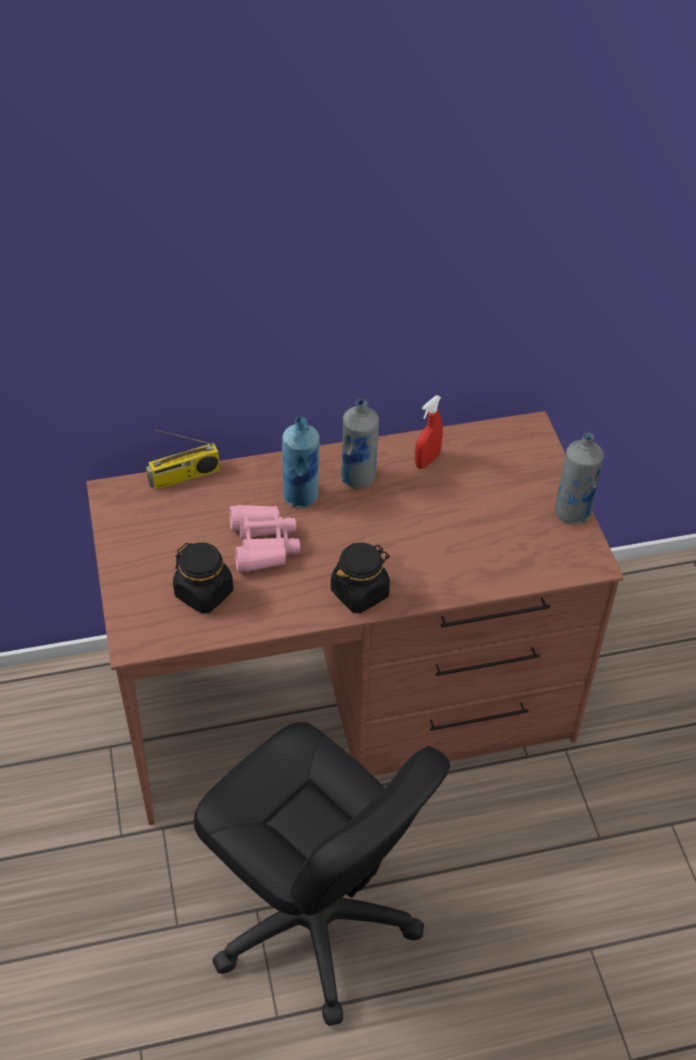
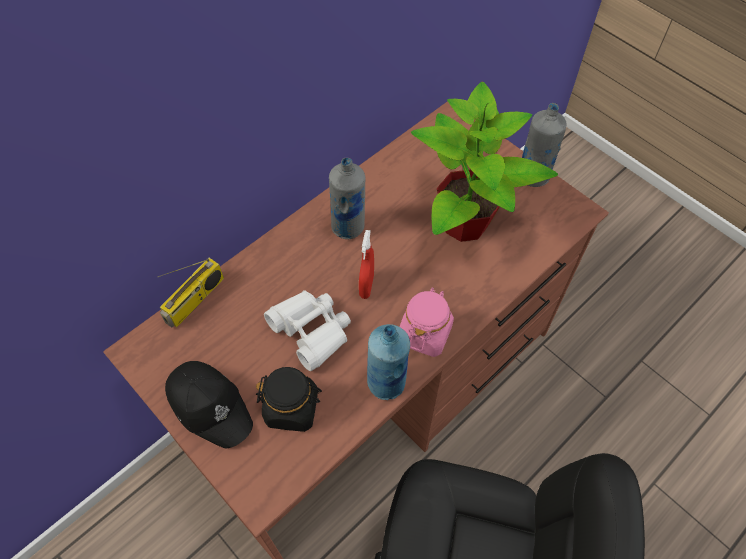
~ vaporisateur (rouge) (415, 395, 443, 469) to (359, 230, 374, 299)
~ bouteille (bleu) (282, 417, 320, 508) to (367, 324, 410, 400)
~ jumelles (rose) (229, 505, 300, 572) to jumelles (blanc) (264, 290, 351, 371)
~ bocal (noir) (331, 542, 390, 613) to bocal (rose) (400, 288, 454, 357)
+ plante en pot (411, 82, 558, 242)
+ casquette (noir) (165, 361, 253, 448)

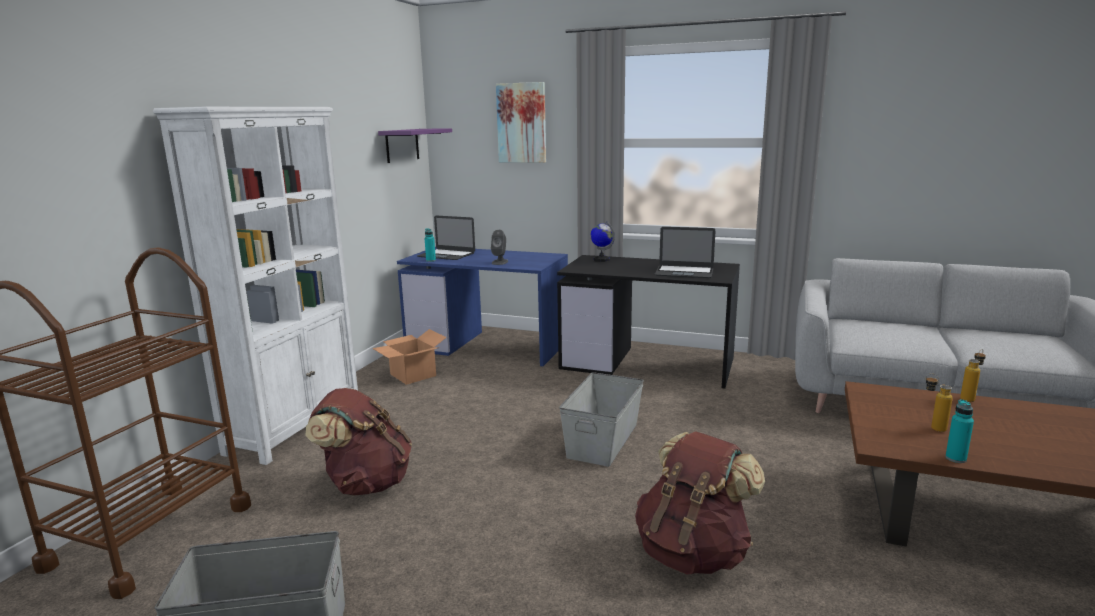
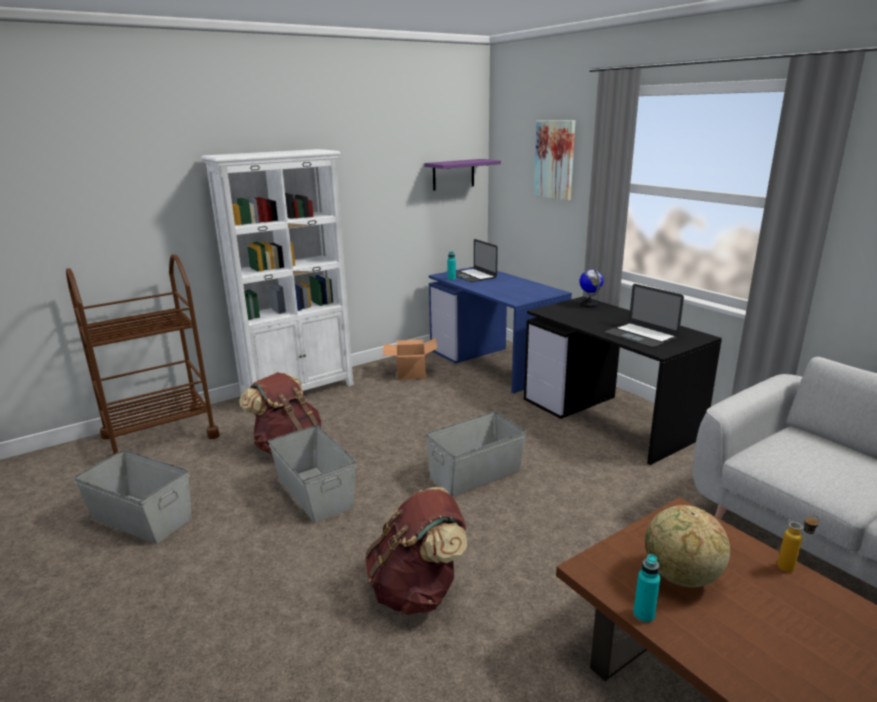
- enceinte (gris) (491, 230, 508, 265)
~ bouteille (925, 373, 953, 432) to globe (645, 505, 730, 587)
+ boîte de rangement (gris) (268, 425, 356, 523)

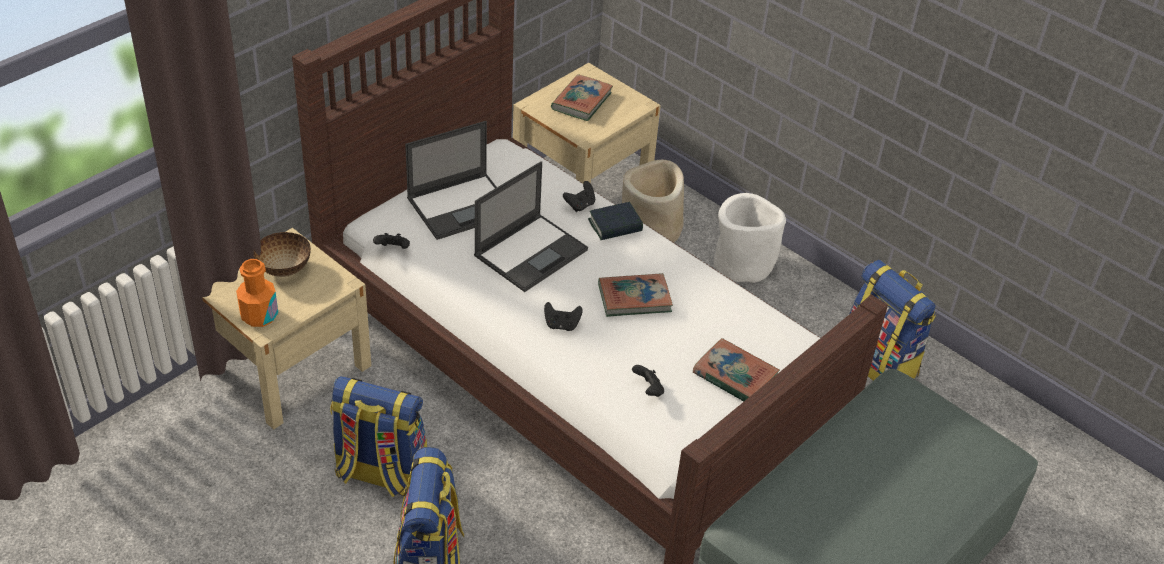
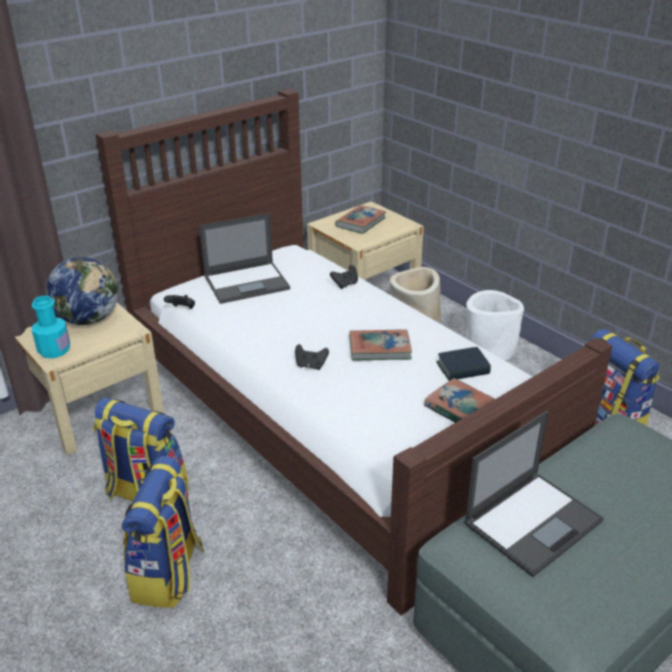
~ ordinateur portable (474, 161, 588, 292) to (464, 411, 604, 577)
~ livre (588, 202, 643, 240) to (437, 347, 491, 381)
~ bol (253, 232, 311, 277) to globe (46, 257, 118, 325)
~ bouteille (orange) (236, 259, 278, 327) to bouteille (turquoise) (32, 296, 70, 358)
- manette (noir) (632, 365, 664, 397)

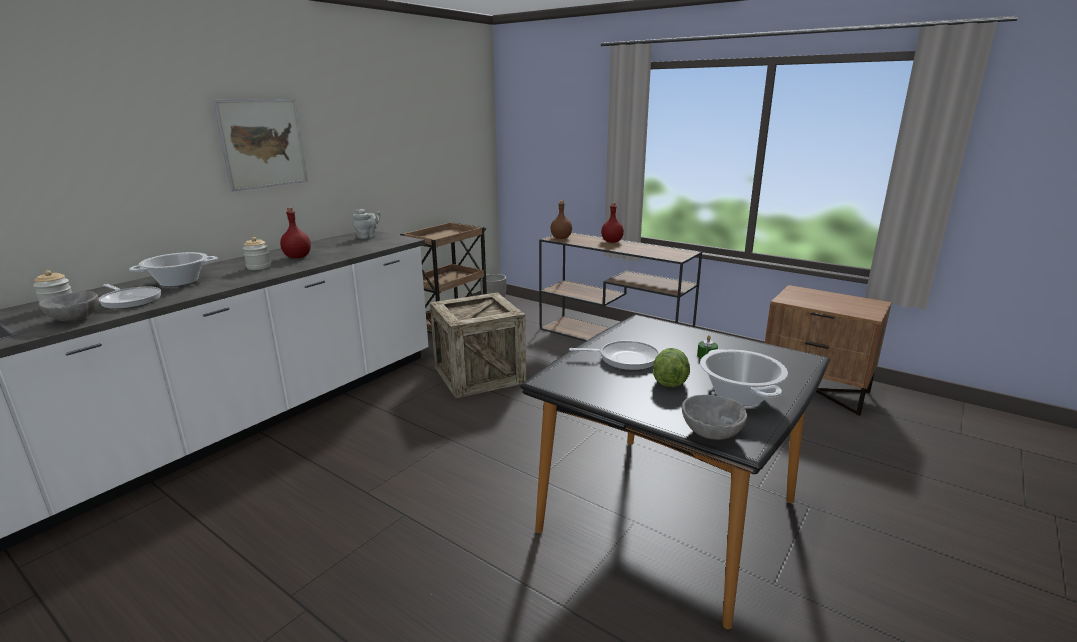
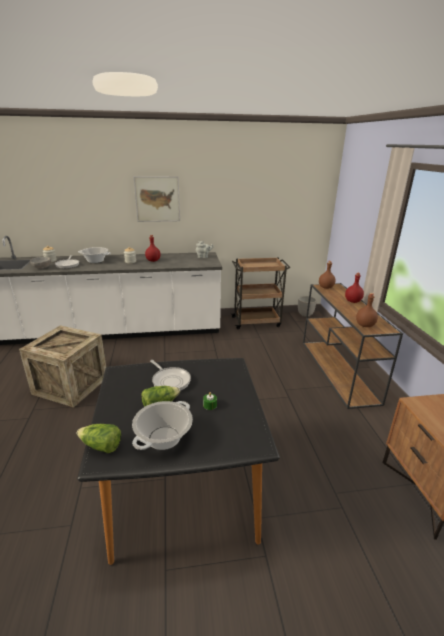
~ caisse (430, 292, 526, 398) to (19, 325, 106, 407)
~ bol (gris) (682, 395, 747, 440) to laitue (77, 424, 121, 453)
+ bouteille (marron) (356, 293, 378, 327)

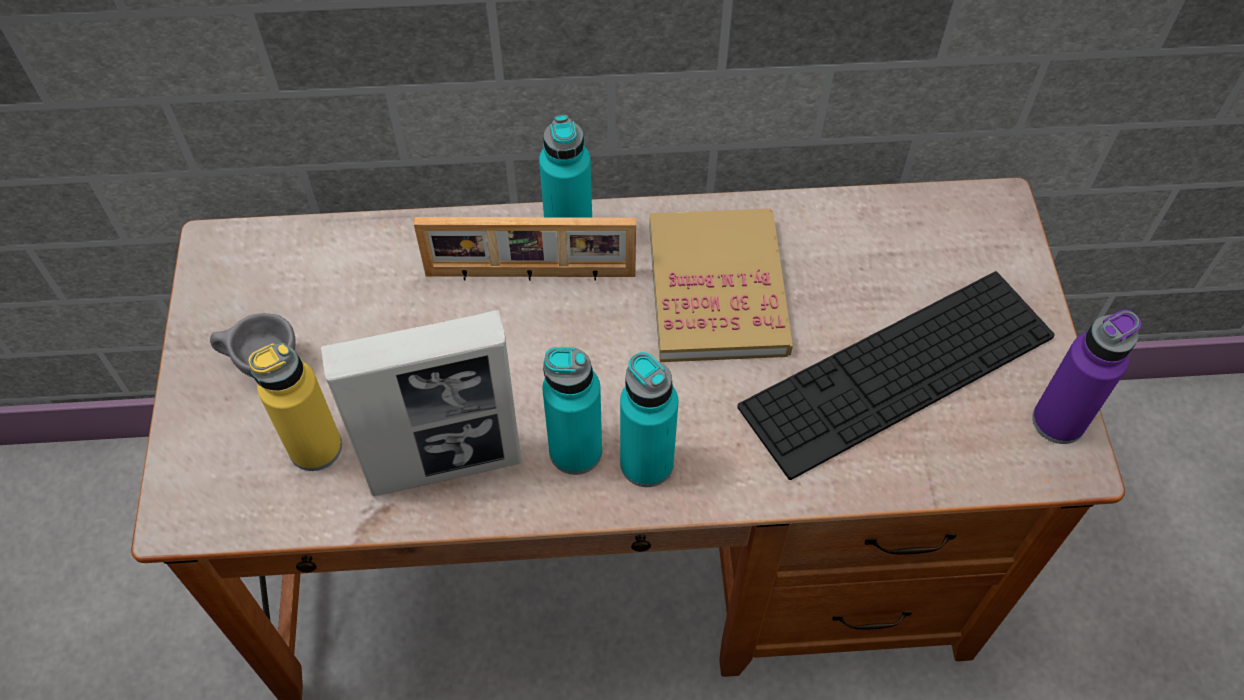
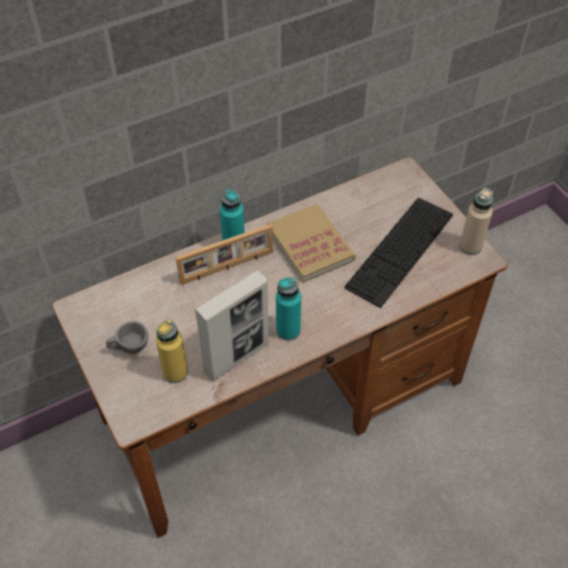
~ bouteille (violet) (1032, 310, 1141, 444) to bouteille (beige) (459, 188, 493, 255)
- bouteille (turquoise) (620, 352, 678, 487)

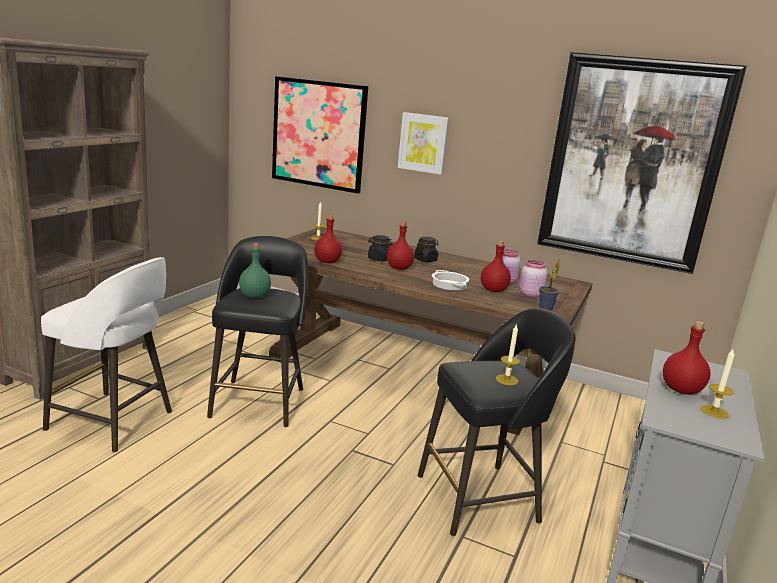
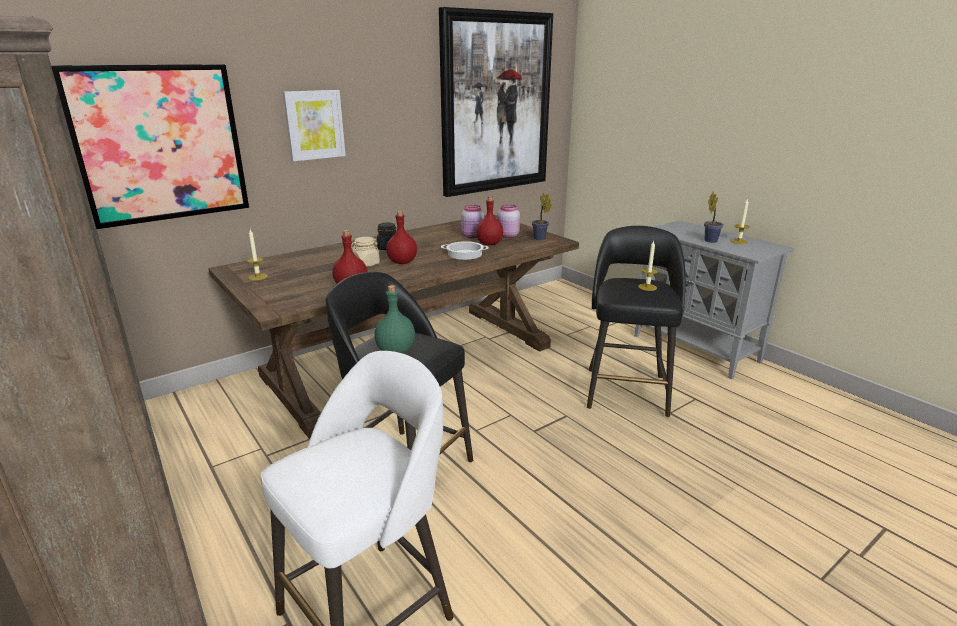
~ bocal (noir) (368, 235, 393, 261) to bocal (beige) (351, 237, 380, 267)
~ bouteille (rouge) (663, 321, 711, 394) to plante en pot (704, 192, 724, 243)

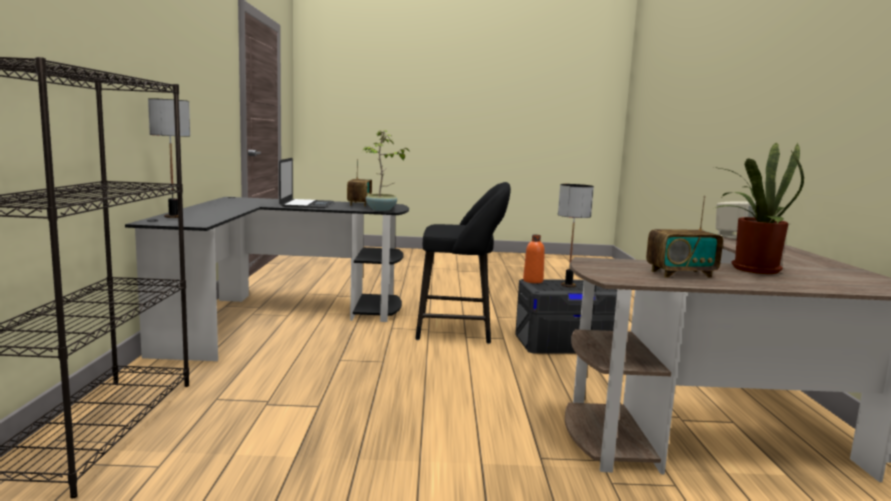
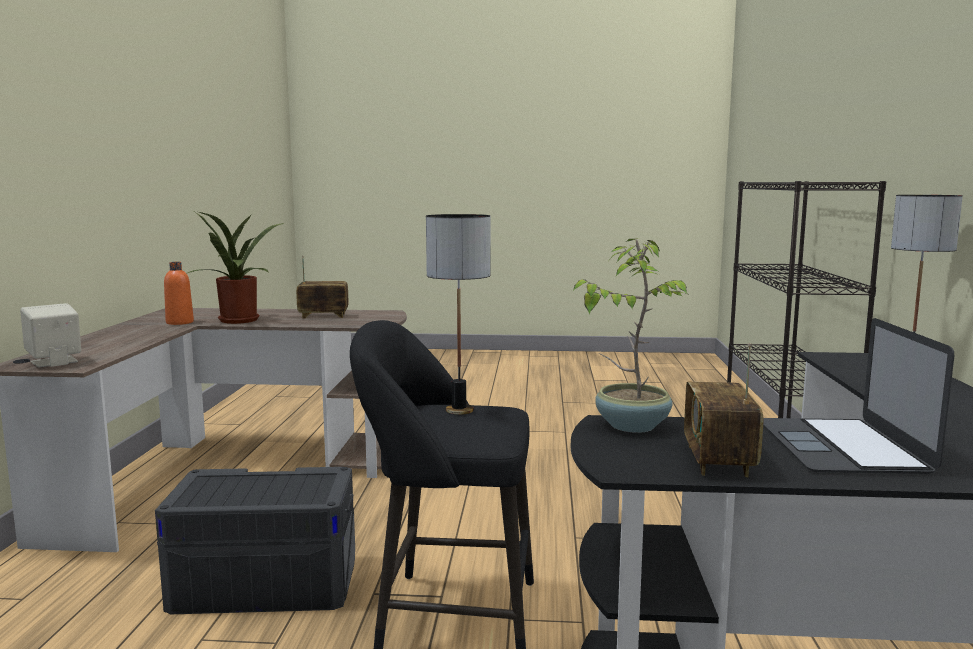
~ lampe de table (558, 184, 594, 287) to (426, 214, 491, 415)
~ bouteille (orange) (523, 235, 545, 283) to (164, 262, 194, 325)

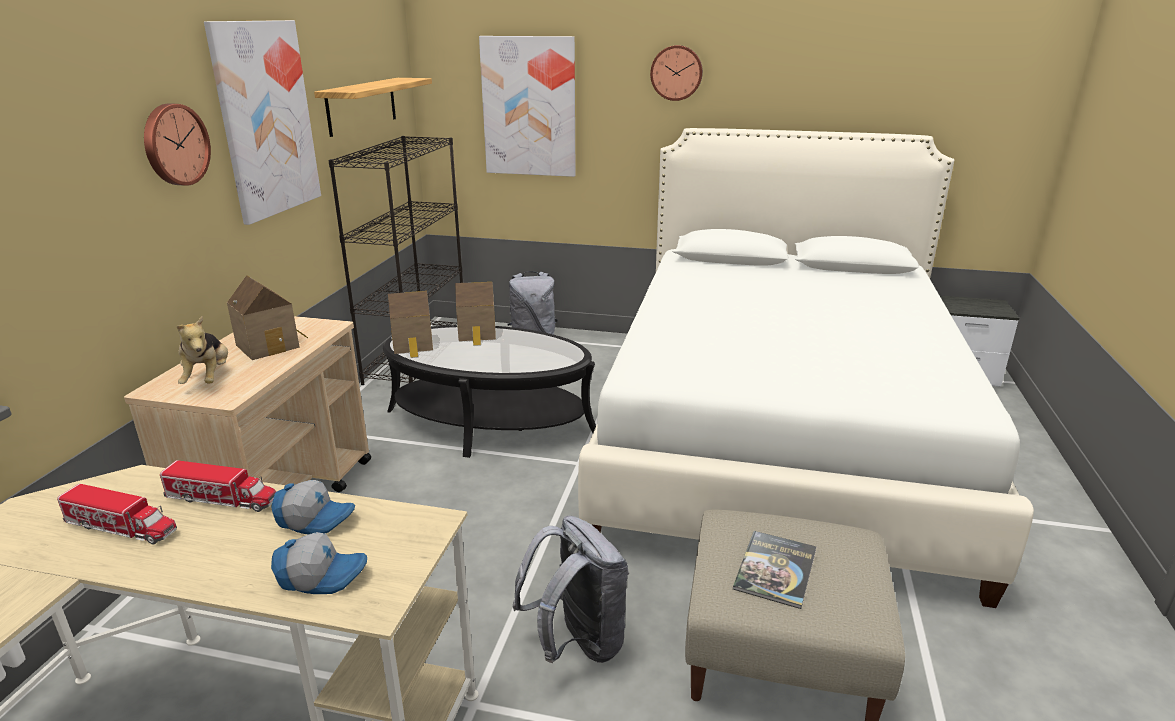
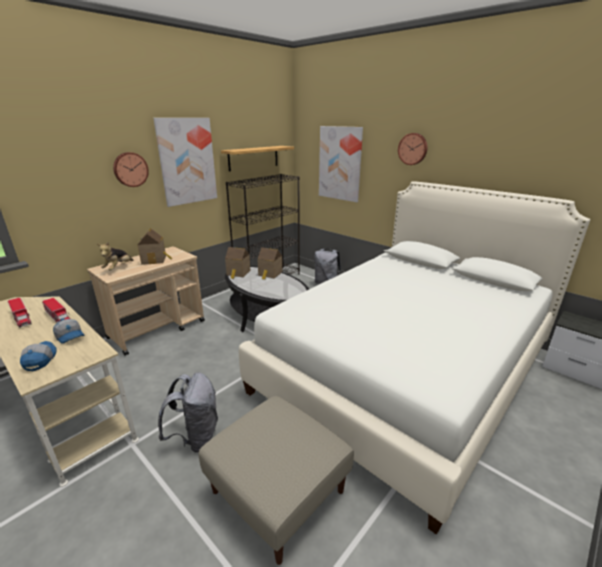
- livre (733, 531, 816, 609)
~ casquette (271, 532, 367, 594) = (20, 341, 57, 371) 135 degrees counterclockwise

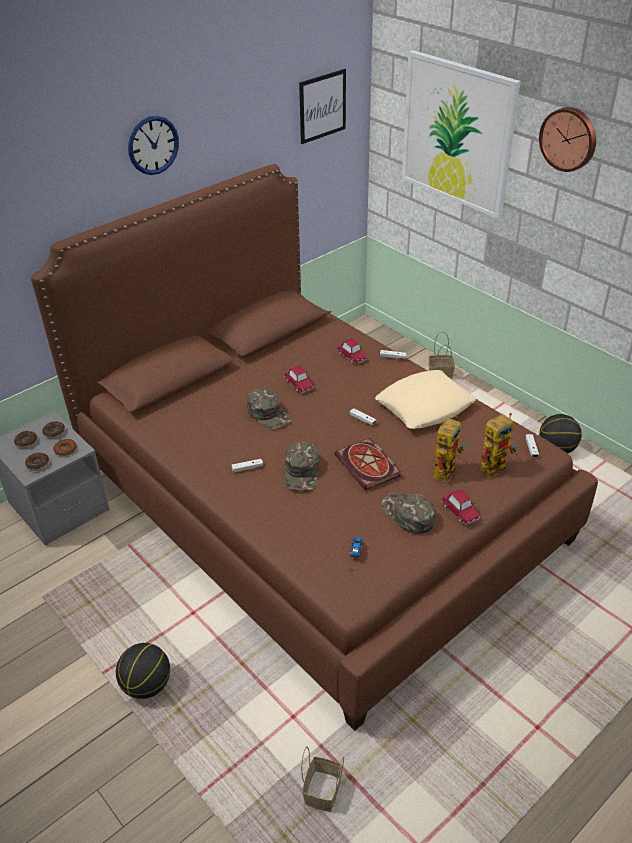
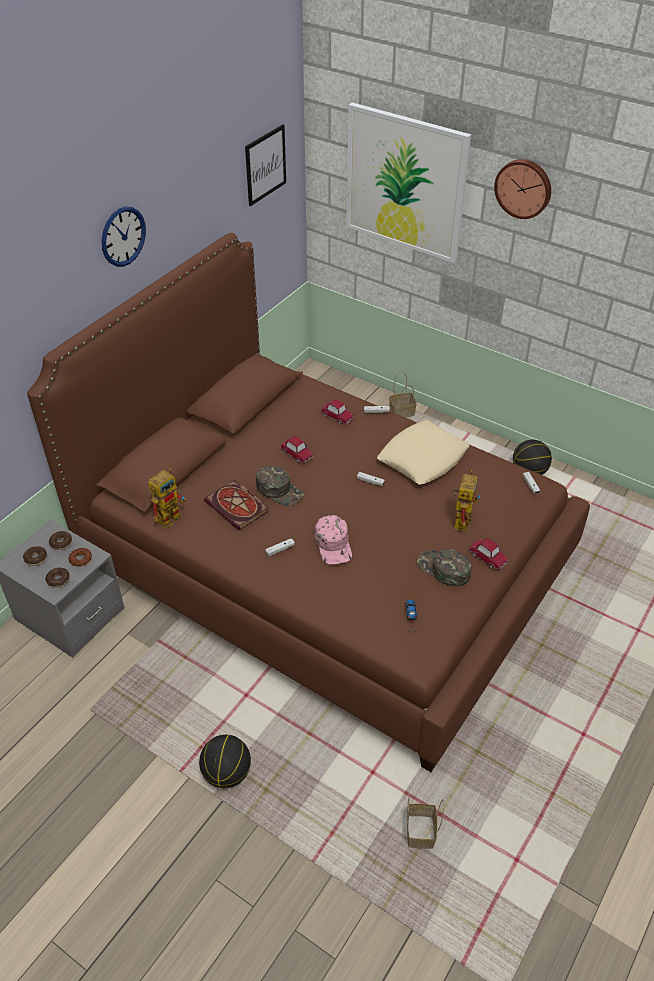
~ robot jouet (480, 413, 517, 478) to (149, 468, 186, 529)
~ livre (334, 438, 401, 490) to (204, 480, 269, 530)
~ casquette (vert) (285, 442, 320, 490) to casquette (rose) (315, 515, 352, 564)

